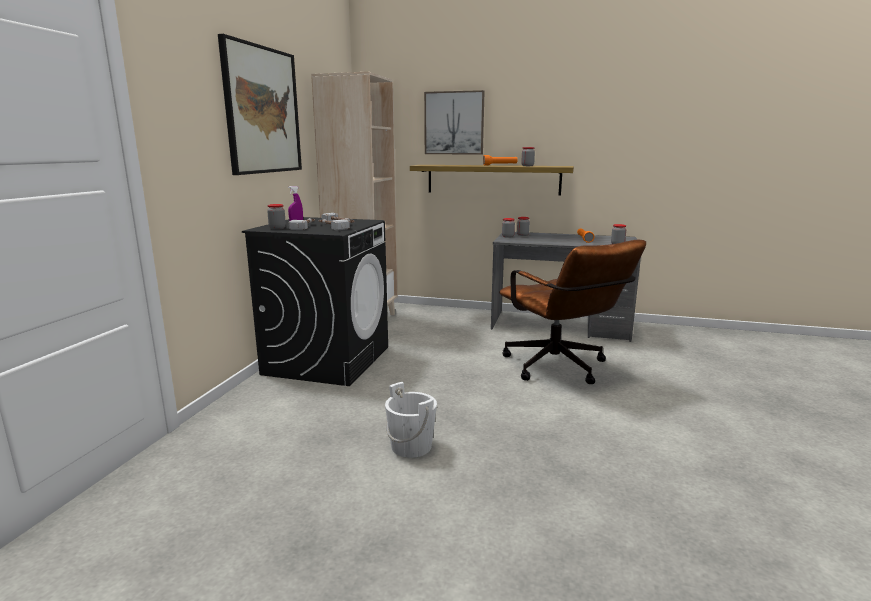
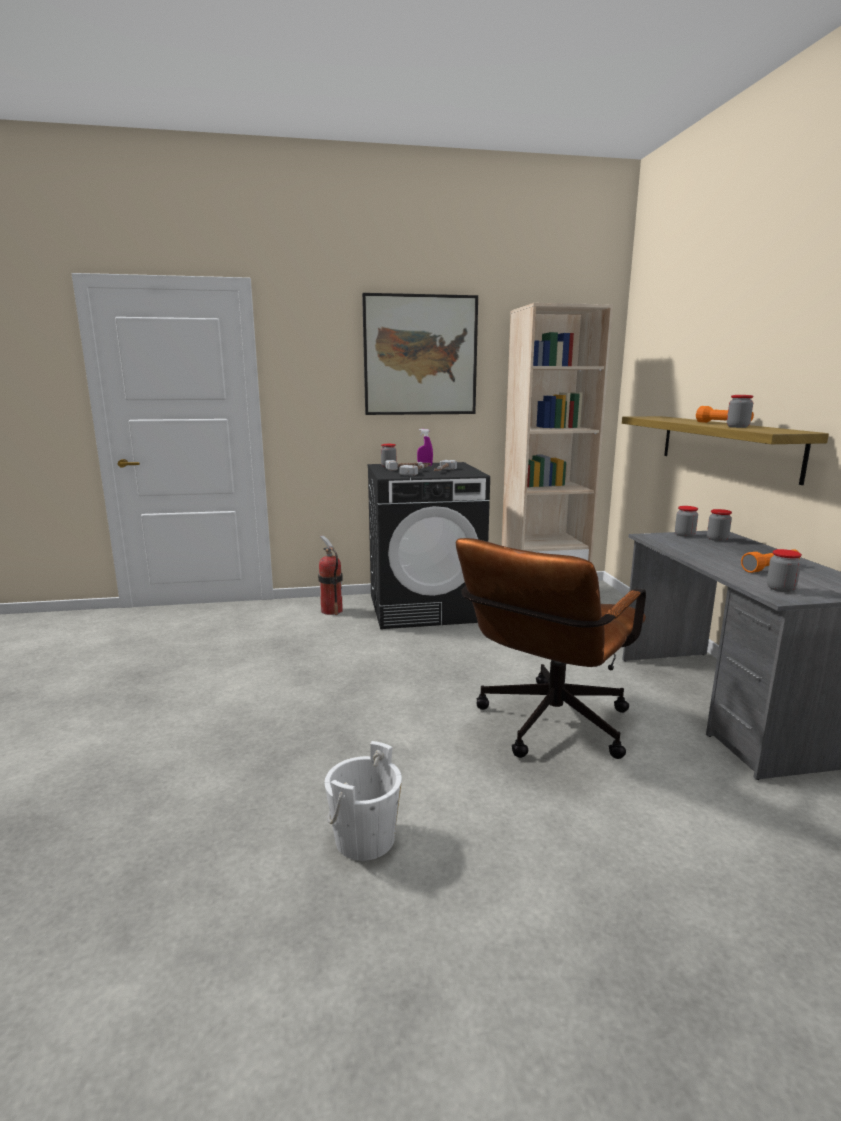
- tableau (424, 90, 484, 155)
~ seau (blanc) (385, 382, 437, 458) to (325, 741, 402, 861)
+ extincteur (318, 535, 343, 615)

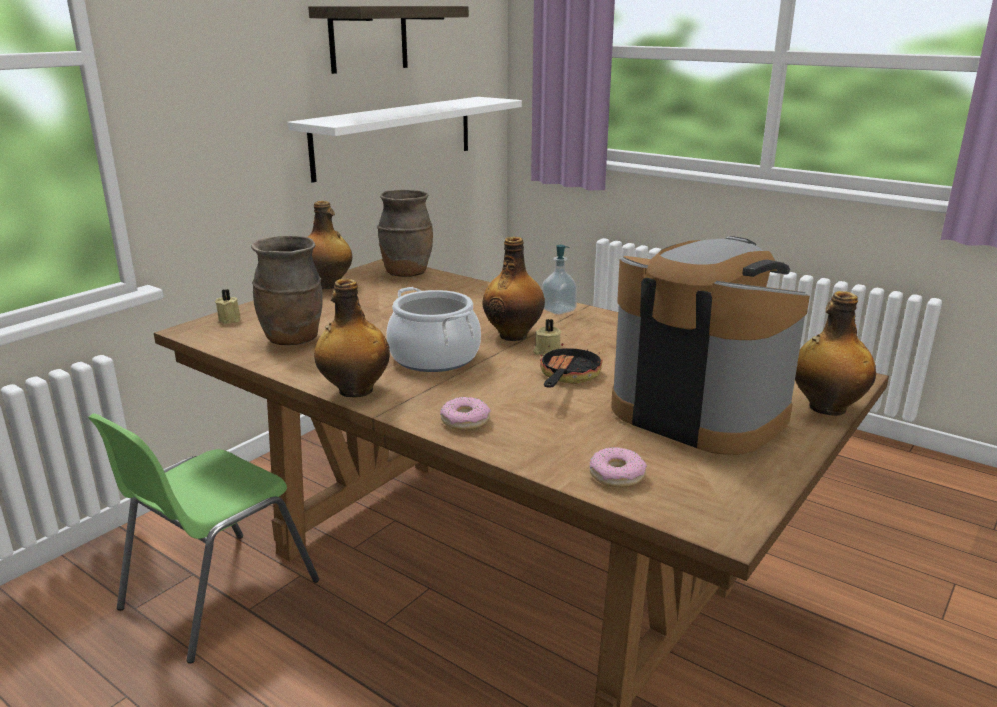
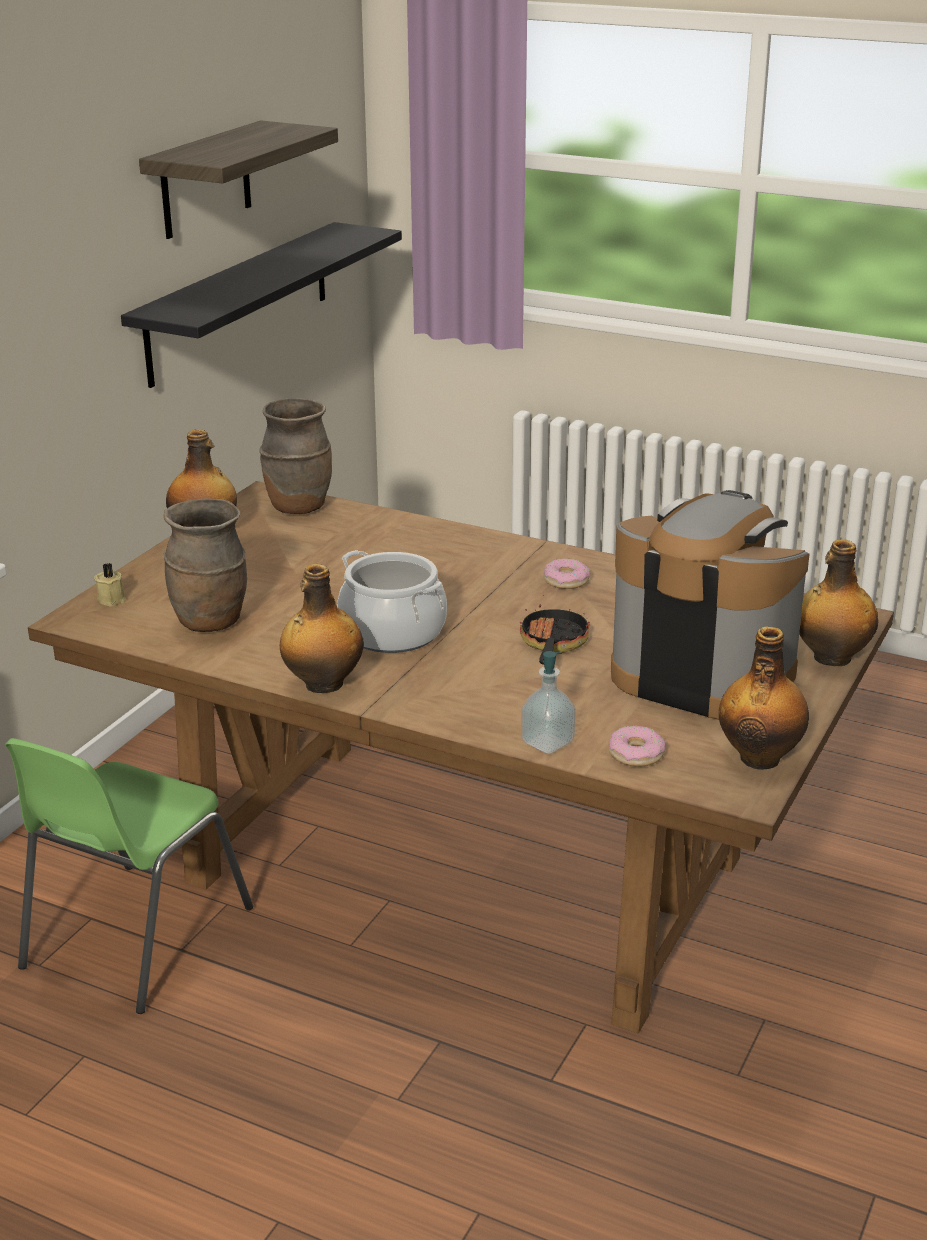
~ étagère (blanc) (287, 97, 522, 183) to étagère (noir) (121, 222, 402, 388)
~ bouteille (483, 237, 545, 341) to (719, 626, 809, 770)
~ distributeur de savon (542, 245, 577, 315) to (521, 651, 575, 754)
- bougie (beige) (533, 319, 561, 356)
~ beignet (440, 397, 491, 430) to (544, 558, 590, 589)

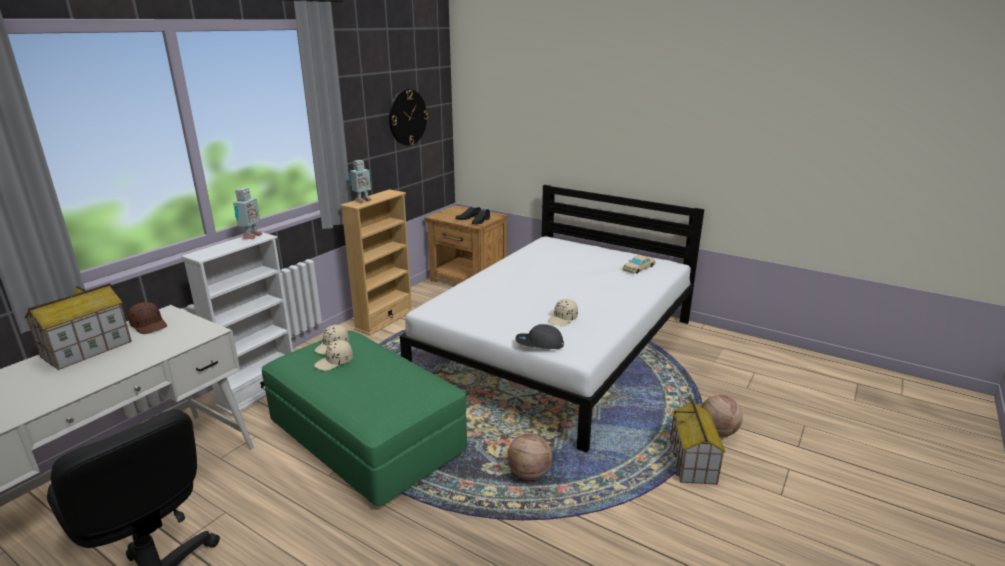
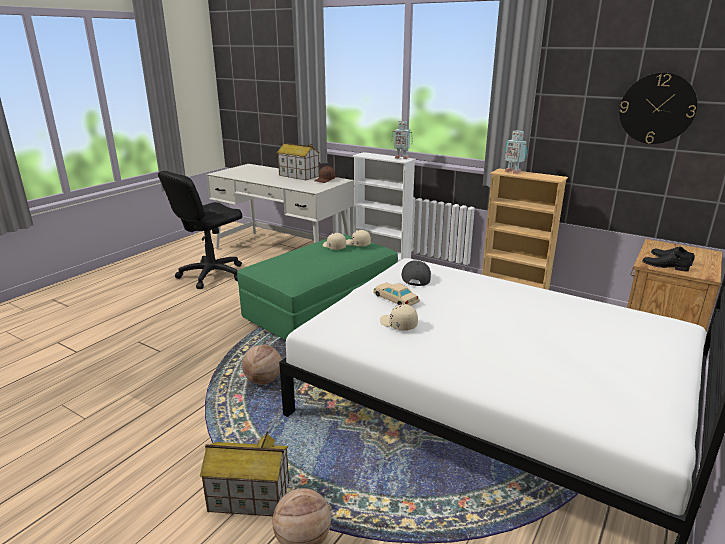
~ petite voiture (beige) (623, 255, 656, 274) to (373, 283, 419, 306)
~ casquette (gris) (515, 324, 564, 349) to (401, 261, 431, 286)

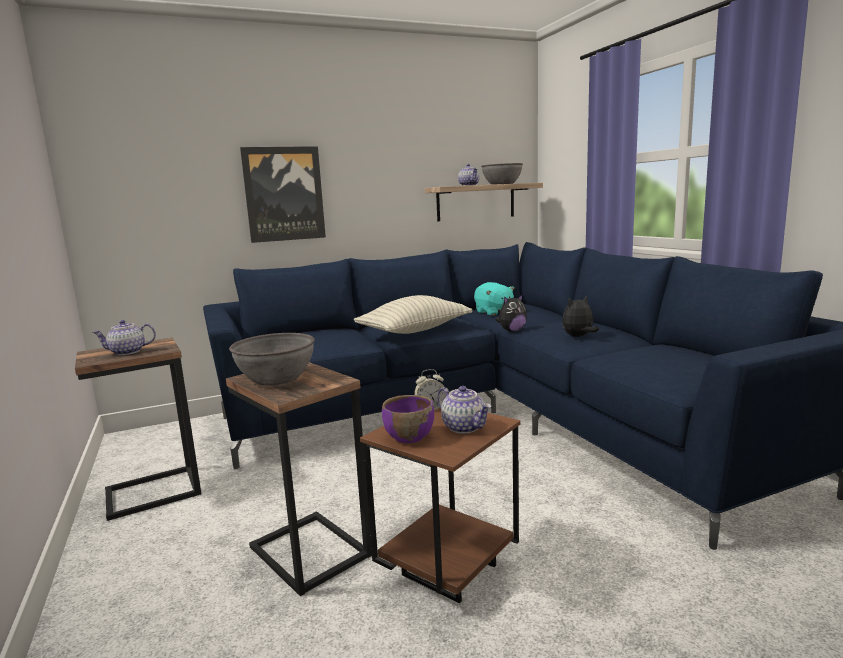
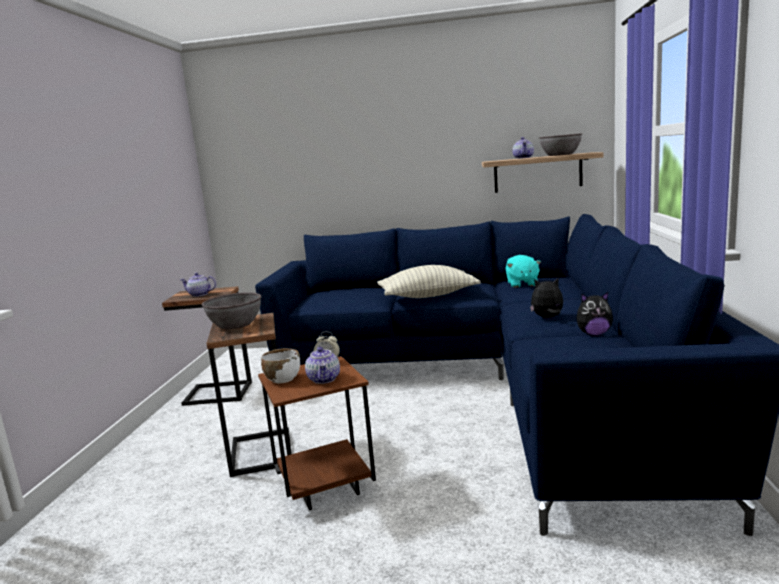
- tableau (240, 146, 326, 243)
~ peluche (496, 295, 527, 332) to (577, 292, 613, 336)
~ bol (violet) (382, 395, 434, 443) to bol (blanc) (261, 348, 300, 383)

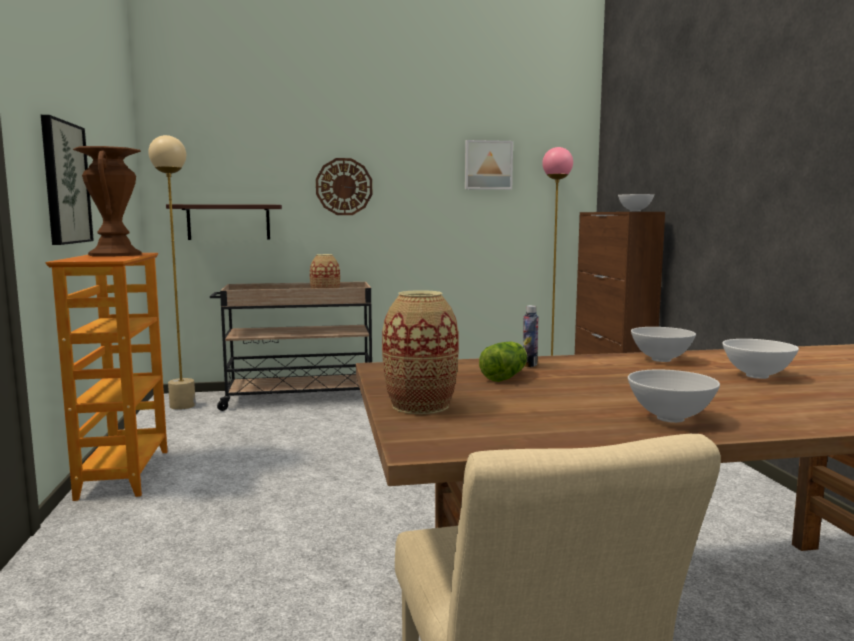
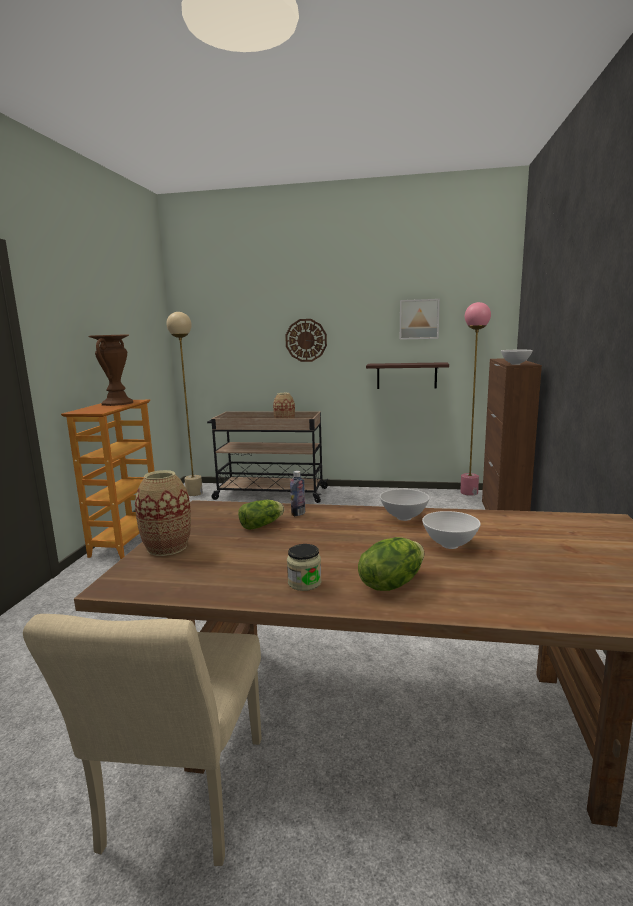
- tableau (41, 115, 94, 245)
~ étagère (166, 204, 282, 240) to (366, 362, 449, 389)
~ bol (blanc) (628, 370, 720, 423) to bocal (287, 544, 321, 591)
+ laitue (358, 537, 425, 591)

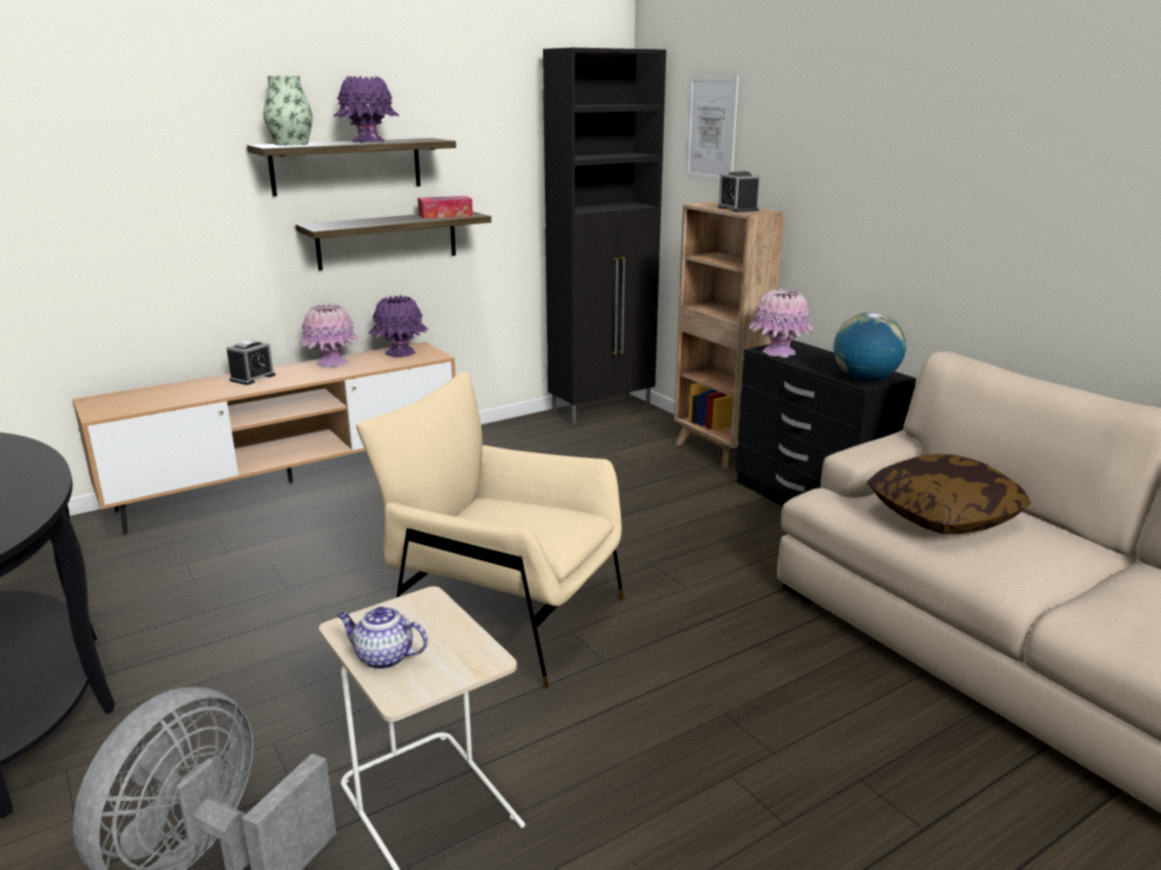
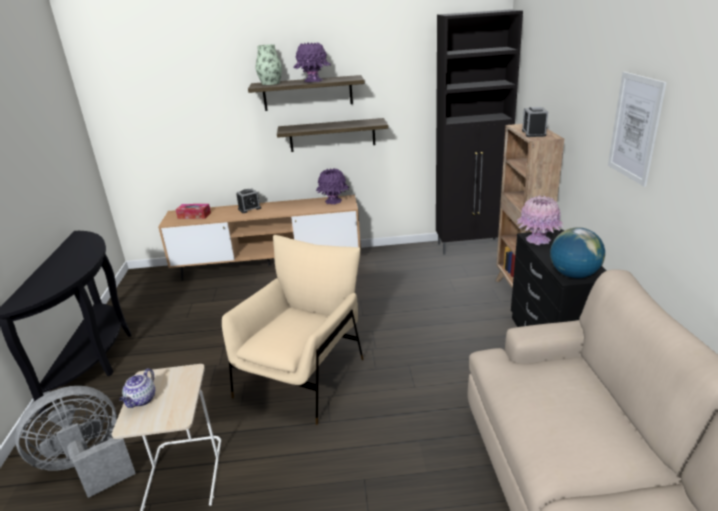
~ tableau (685, 75, 739, 182) to (608, 72, 667, 187)
~ boîte à mouchoirs (418, 196, 473, 219) to (176, 204, 211, 219)
- vase (rose) (299, 304, 359, 368)
~ fauteuil (beige) (356, 371, 624, 688) = (222, 235, 364, 425) 60 degrees clockwise
- coussin (867, 454, 1031, 534)
~ théière (337, 607, 428, 669) = (119, 368, 155, 408) 120 degrees counterclockwise

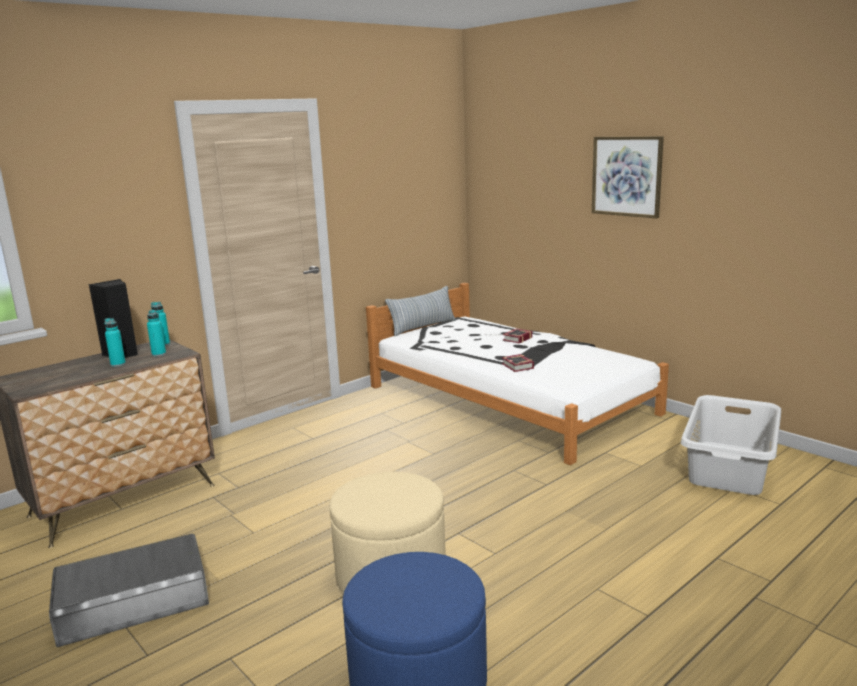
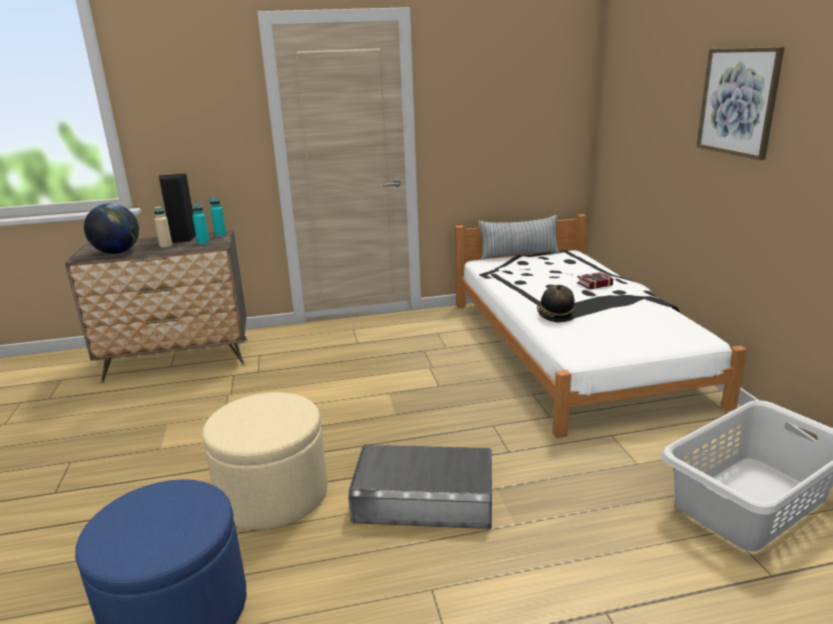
~ bouteille (turquoise) (104, 318, 126, 367) to bouteille (beige) (154, 206, 173, 249)
~ livre (502, 354, 534, 372) to chapeau (537, 285, 577, 323)
~ boîte de rangement (gris) (49, 533, 209, 647) to (348, 444, 492, 529)
+ globe (84, 203, 139, 254)

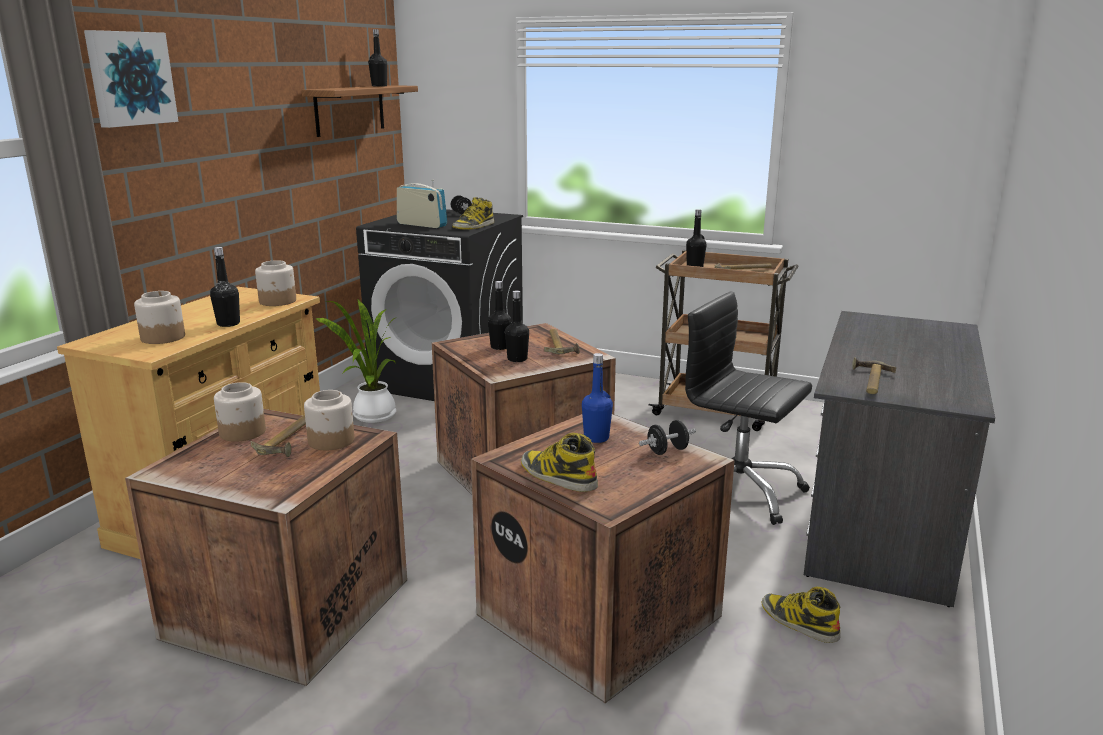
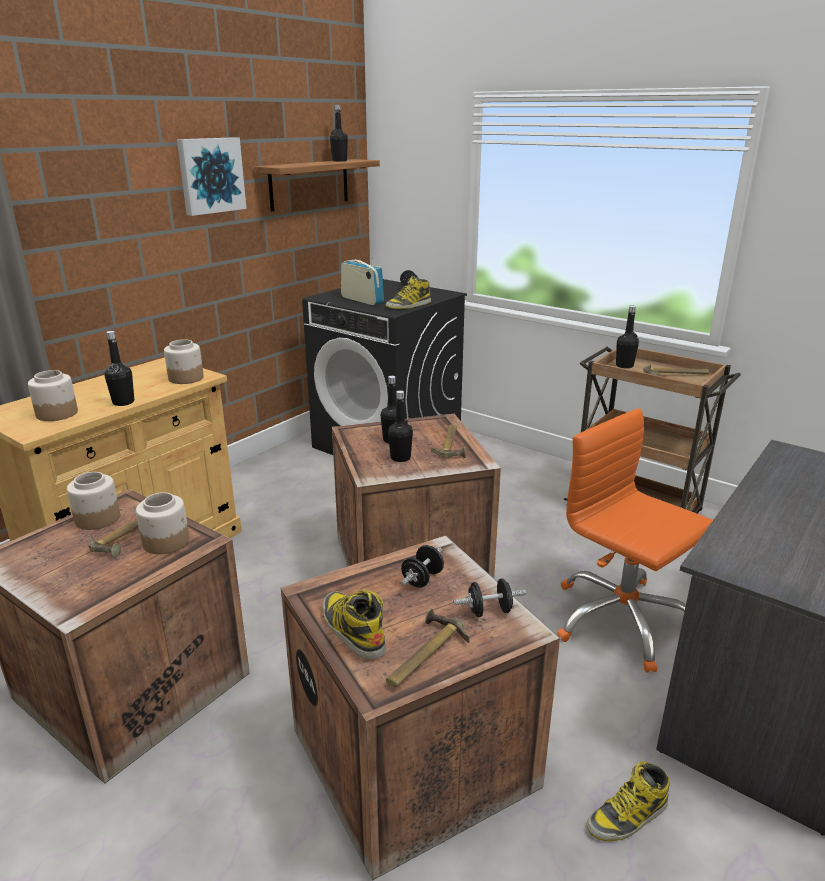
~ tableau (84, 30, 179, 128) to (177, 137, 247, 216)
~ chaise de bureau (noir) (685, 291, 812, 525) to chaise de bureau (orange) (557, 408, 713, 673)
- plante en pot (316, 299, 397, 423)
~ bouteille (bleu) (582, 353, 613, 443) to haltère (noir) (401, 545, 444, 588)
~ marteau (852, 357, 896, 394) to (386, 608, 470, 687)
~ botte (762, 587, 840, 643) = (586, 761, 670, 841) 90 degrees counterclockwise

